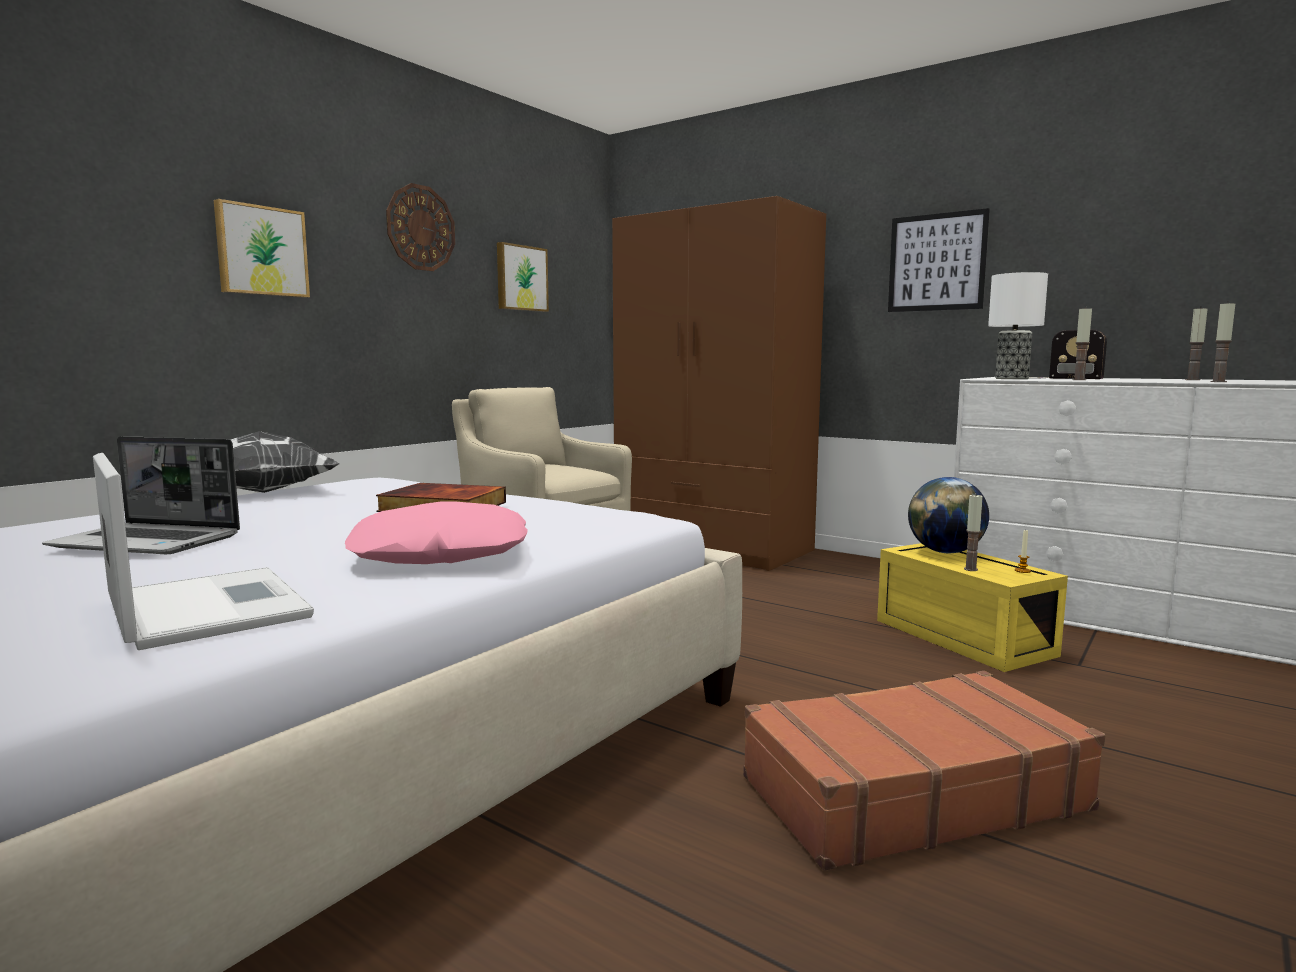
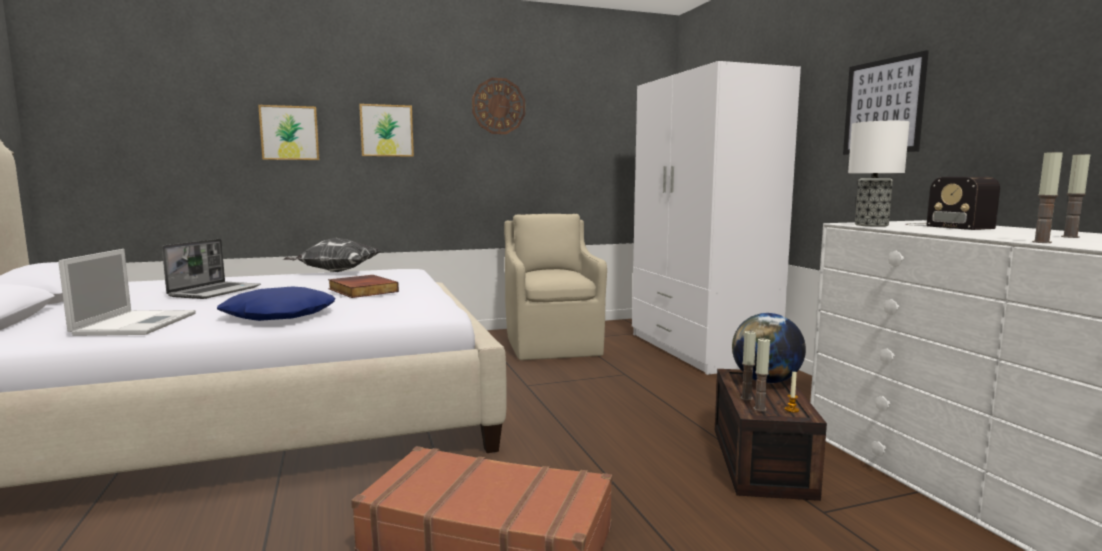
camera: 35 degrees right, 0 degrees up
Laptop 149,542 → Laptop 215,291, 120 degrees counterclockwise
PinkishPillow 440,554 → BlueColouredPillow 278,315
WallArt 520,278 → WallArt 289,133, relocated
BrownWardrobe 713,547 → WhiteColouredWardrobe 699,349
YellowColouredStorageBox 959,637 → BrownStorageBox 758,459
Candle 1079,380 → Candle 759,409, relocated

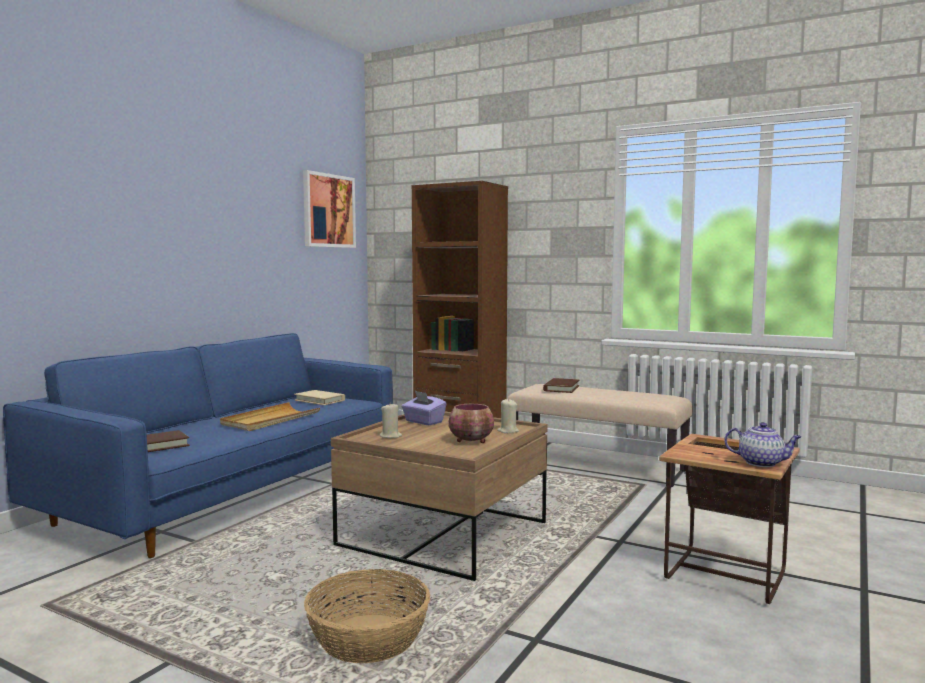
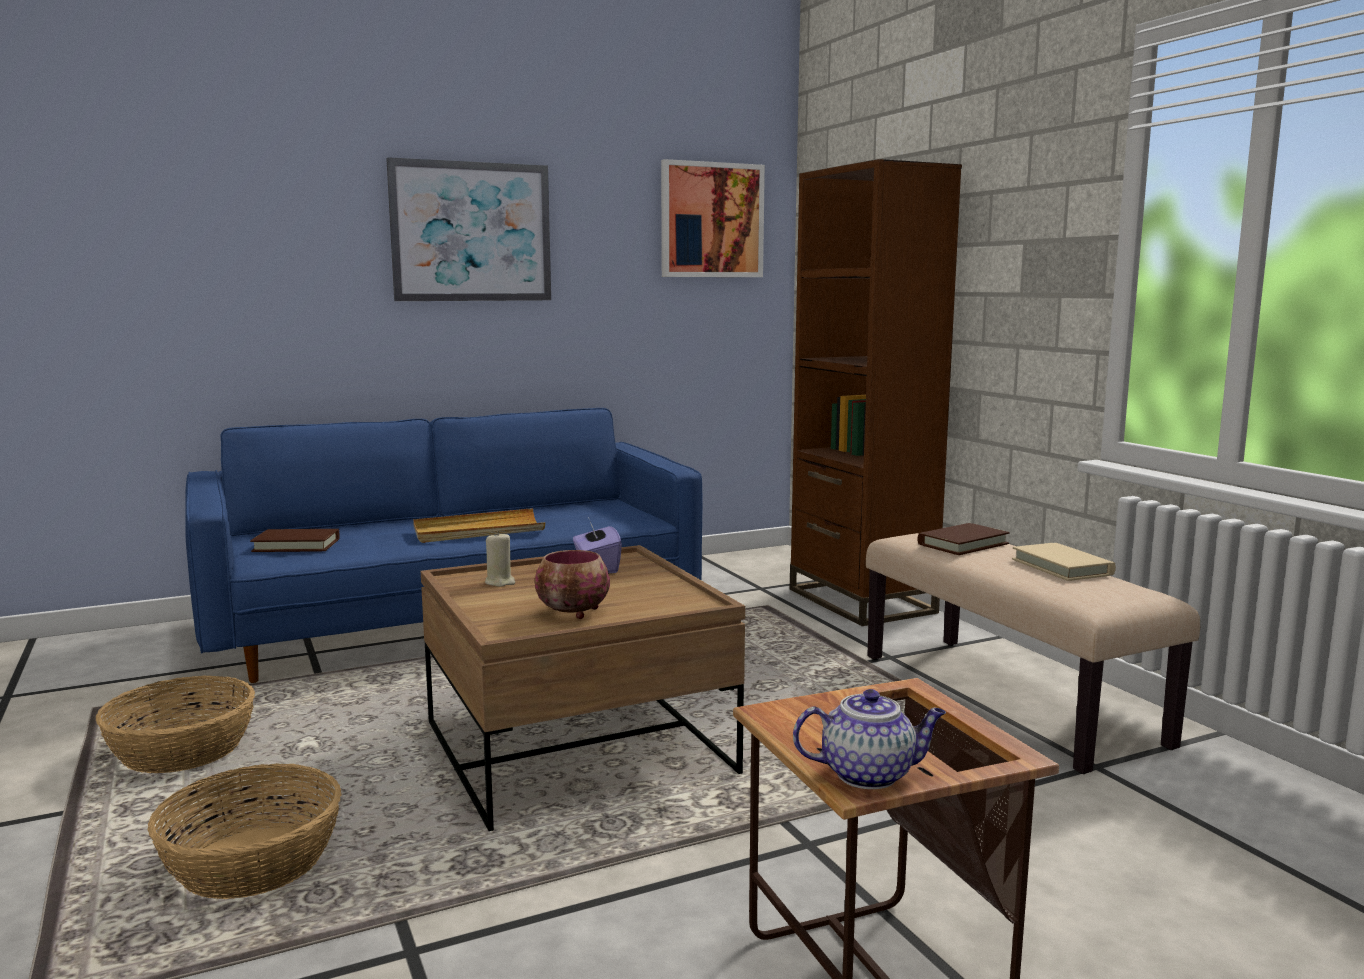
camera: 35 degrees right, 5 degrees up
BeigeColouredVolume 320,400 → BeigeColouredVolume 1062,567, relocated
BeigeColouredCandle 508,431 → -
PotForTea 762,463 → PotForTea 869,774, 60 degrees counterclockwise
- → HouseholdBasket 182,750
- → WallArt 471,232

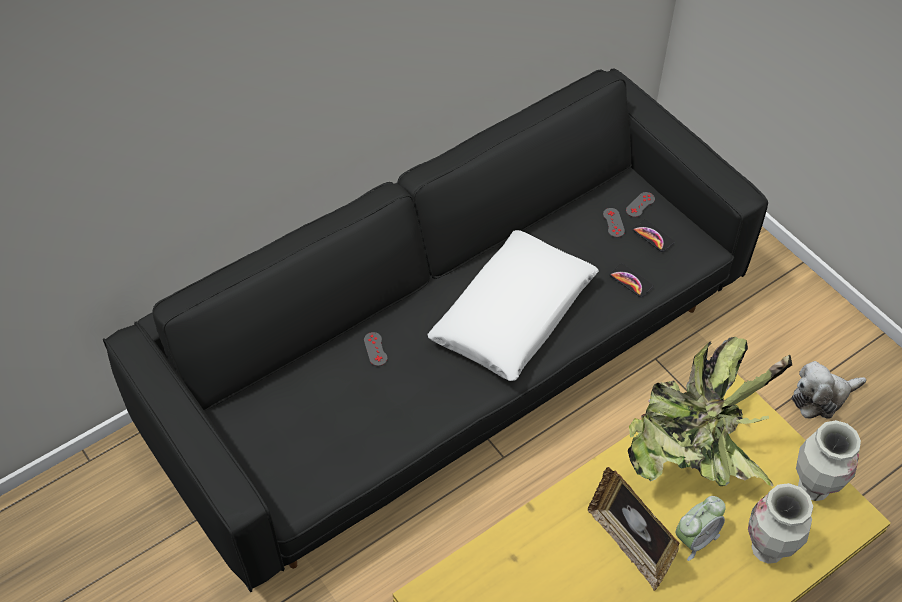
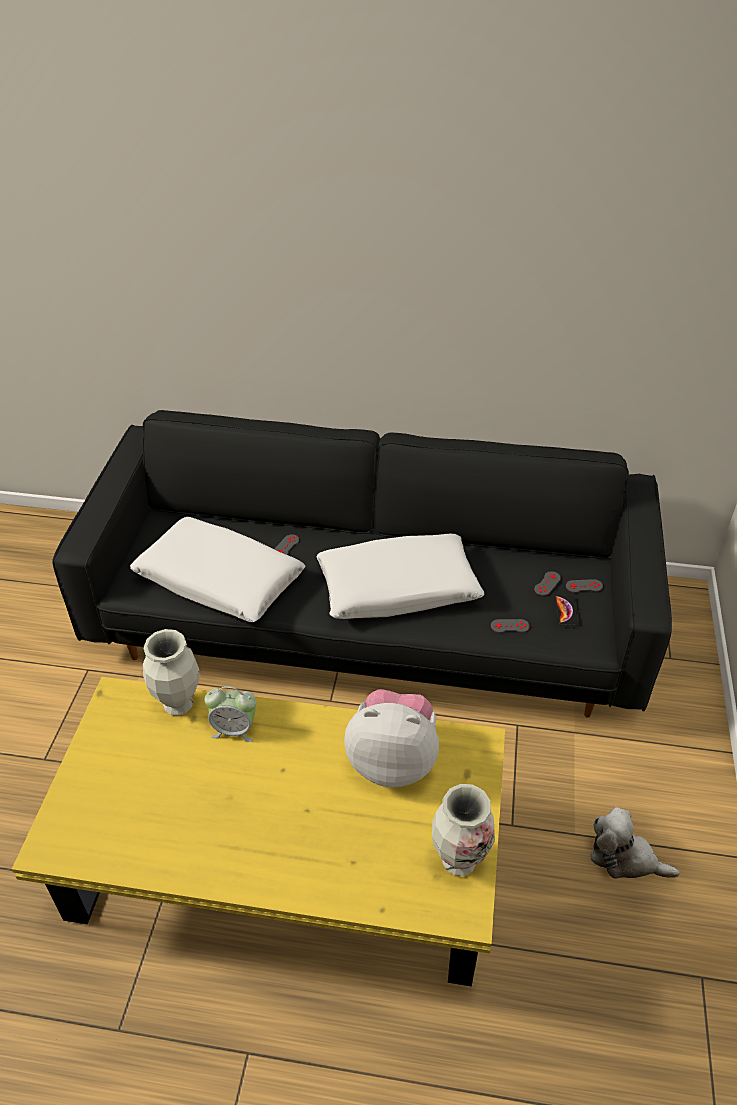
camera: 45 degrees right, 10 degrees down
PictureFrame 629,544 → -
Phone 630,281 → GreyishGameController 510,626
PlantInAPot 690,456 → CuddlyToy 392,760
AlarmClock 695,539 → AlarmClock 234,729, relocated
FlowerVase 767,550 → FlowerVase 178,705, relocated
- → WhiteColouredPillow 219,581

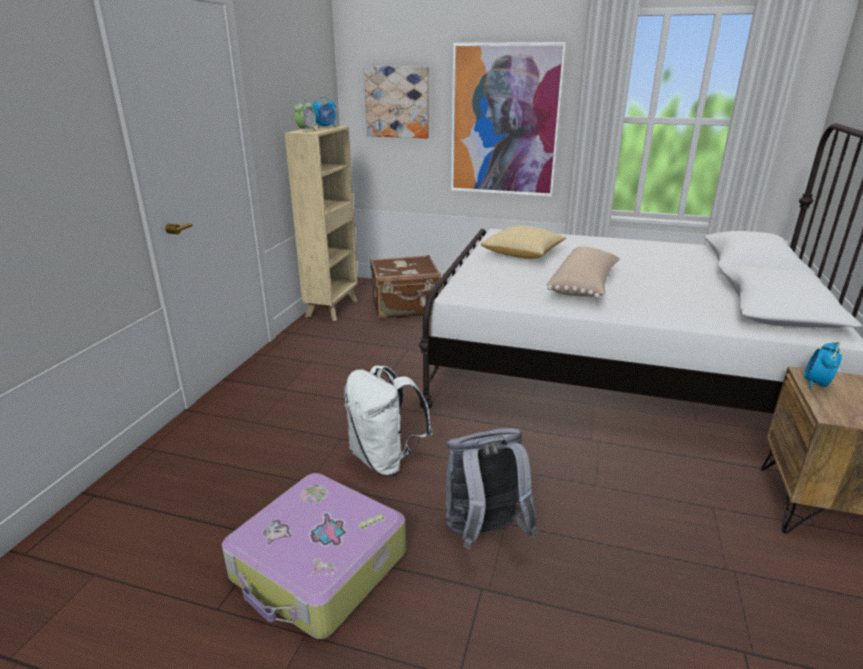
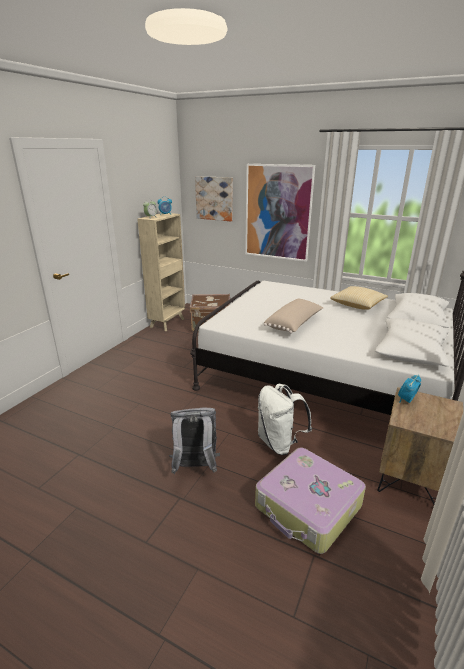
camera: 10 degrees right, 0 degrees up
Suitcase 319,567 → Suitcase 308,507, relocated
WhiteColouredKnapsack 385,459 → WhiteColouredKnapsack 279,443, relocated
Pillow 523,254 → Pillow 358,305, relocated

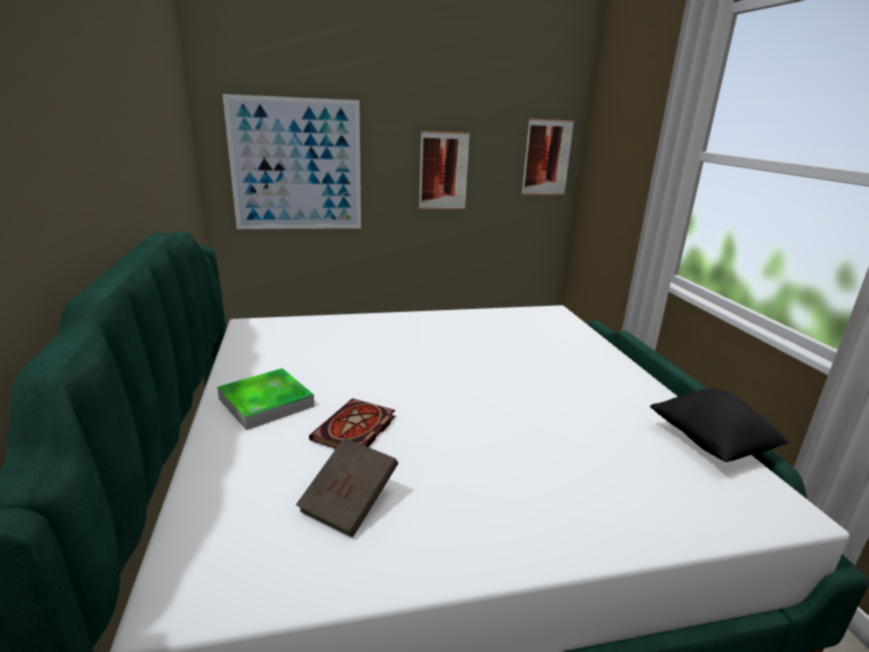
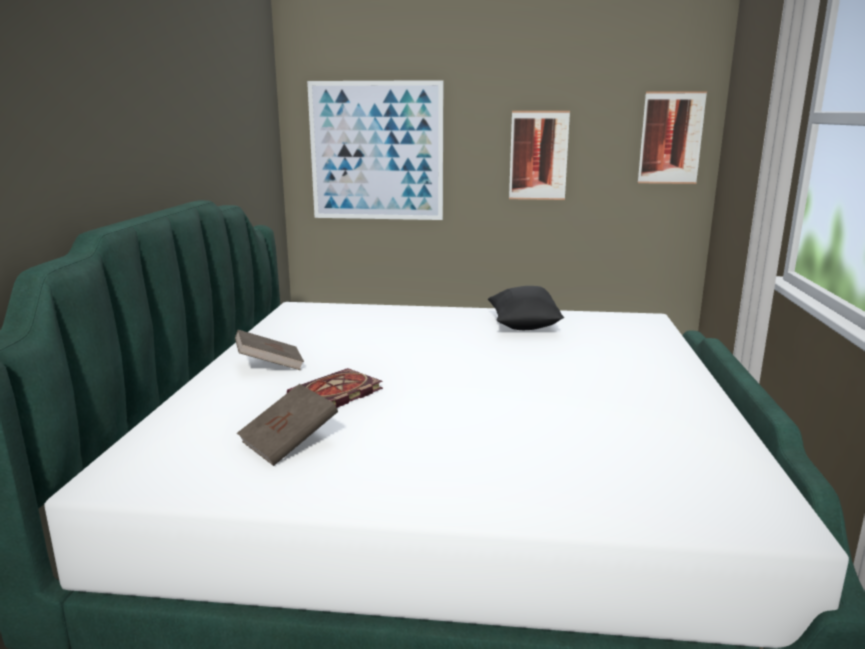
camera: 20 degrees right, 5 degrees down
ServingTray 266,402 → BrownVolume 270,365
BlackColouredPillow 710,443 → BlackColouredPillow 524,326, relocated

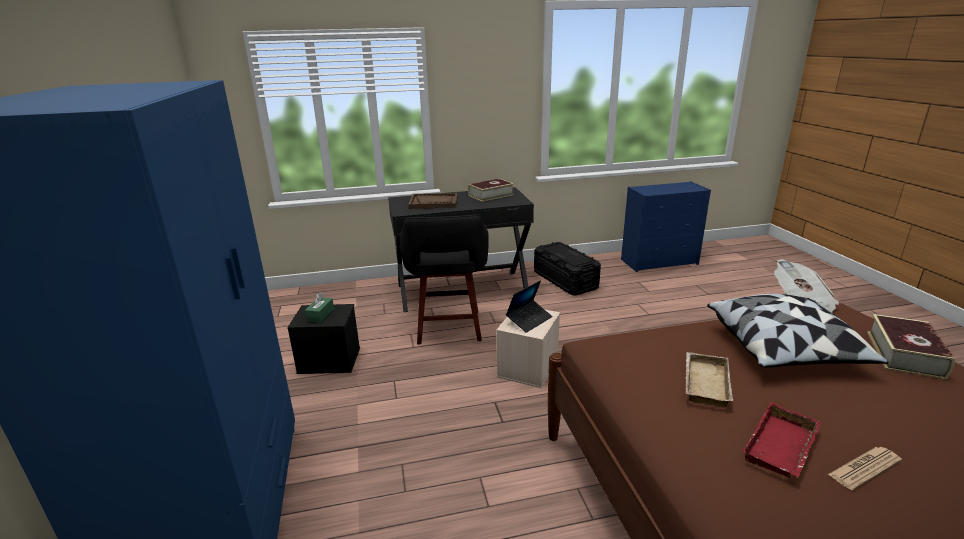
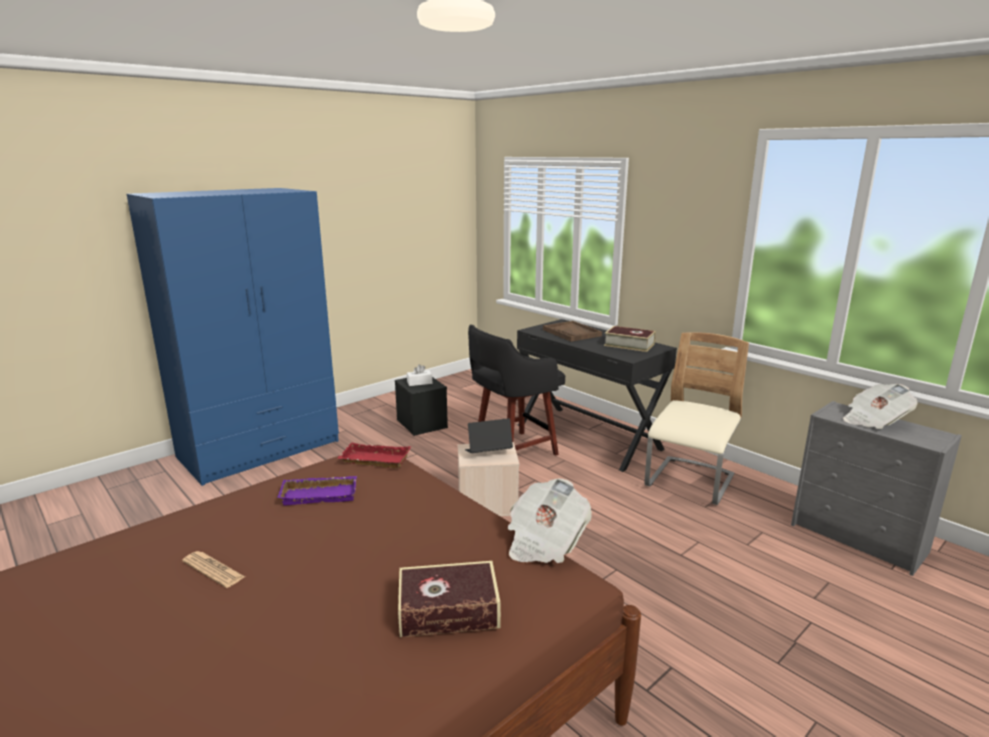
camera: 60 degrees right, 5 degrees down
GreenColouredBoxOfTissues 320,315 → WhiteColouredBoxOfTissues 419,382
Laptop 529,320 → Laptop 488,453, 150 degrees clockwise
BlackColouredStorageBox 565,280 → BeigeColouredPlainChair 690,482
BlueColouredDrawerChest 660,261 → GreyishDrawerChest 859,539
BeigeColouredServingTray 703,382 → PurpleColouredServingTray 320,494
Pillow 785,350 → -
RedColouredServingTray 783,448 → RedColouredServingTray 373,461, relocated
- → Newspaper 874,421

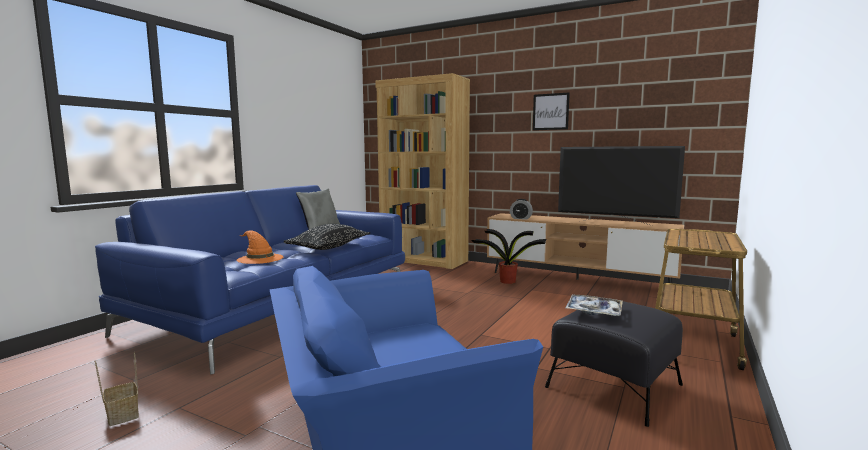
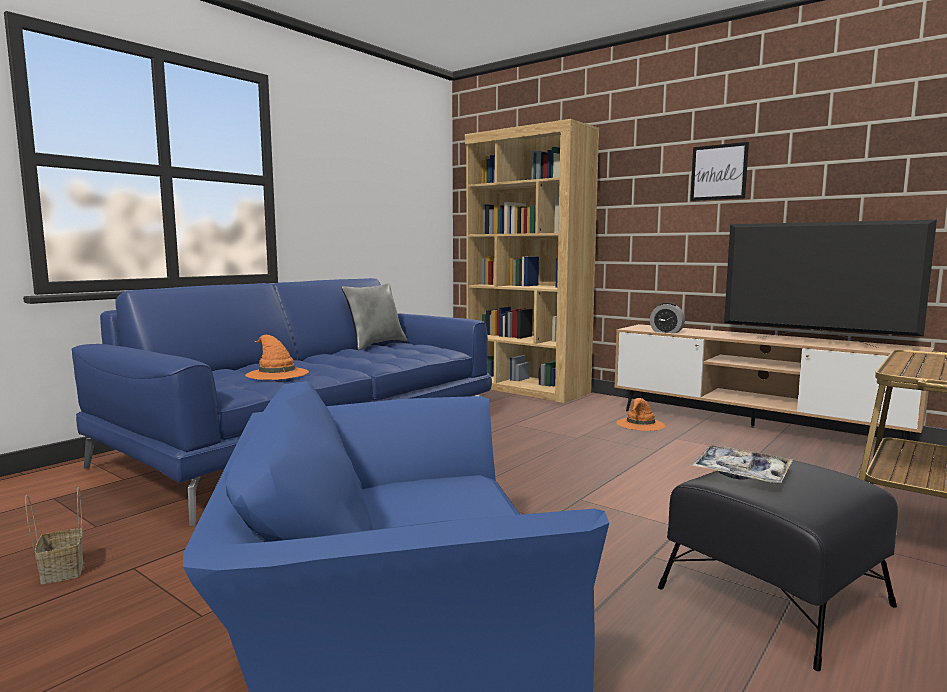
camera: 10 degrees right, 0 degrees up
BlackColouredPillow 329,247 → -
PlantInAPot 506,281 → OrangeColouredHat 640,424

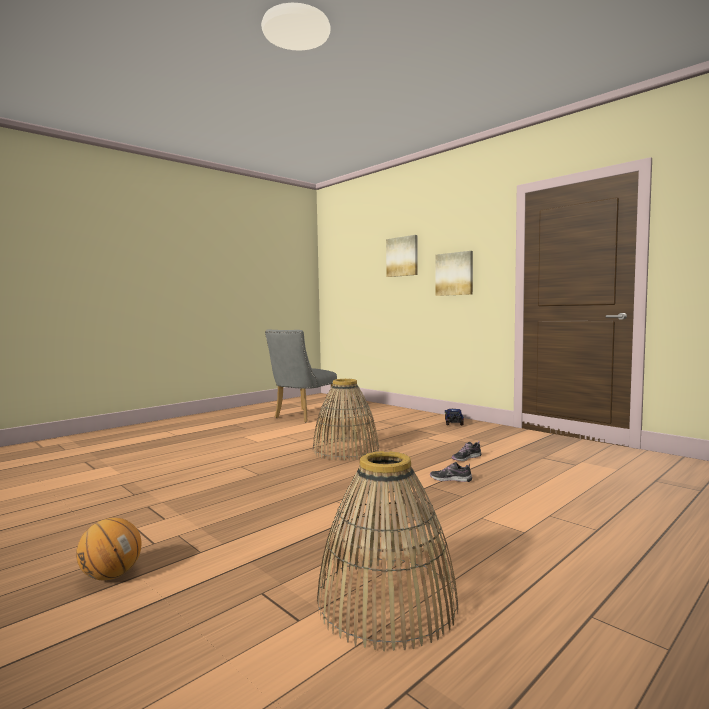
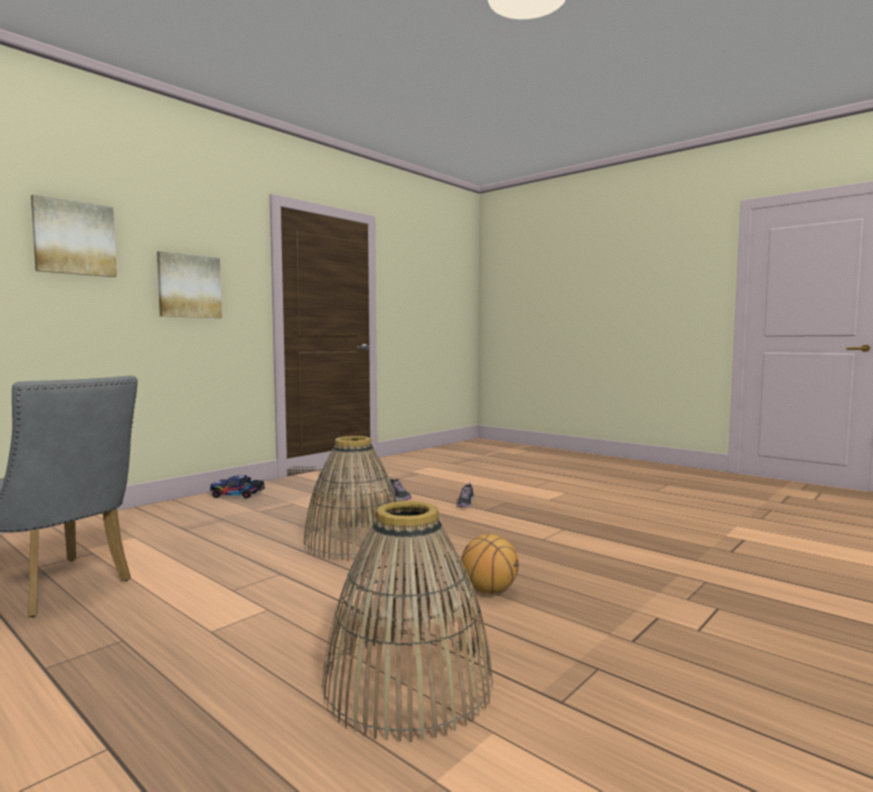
camera: 95 degrees left, 0 degrees up
BallForBasketball 111,576 → BallForBasketball 489,591, relocated
HouseholdBasket 386,602 → HouseholdBasket 407,684, relocated

